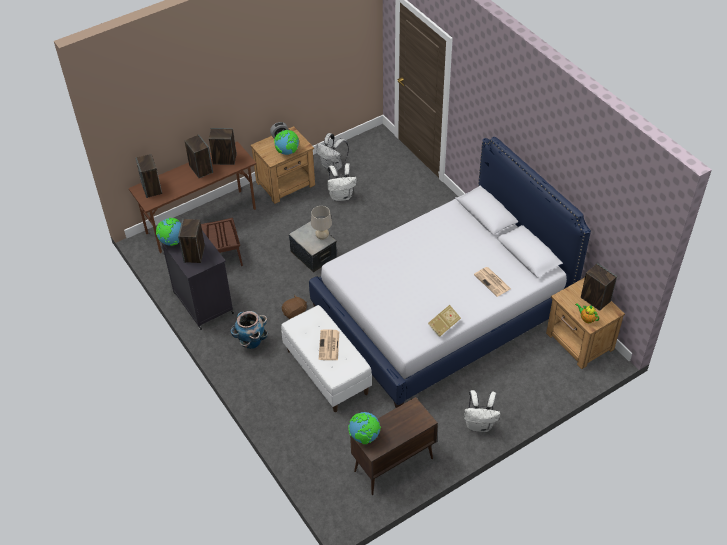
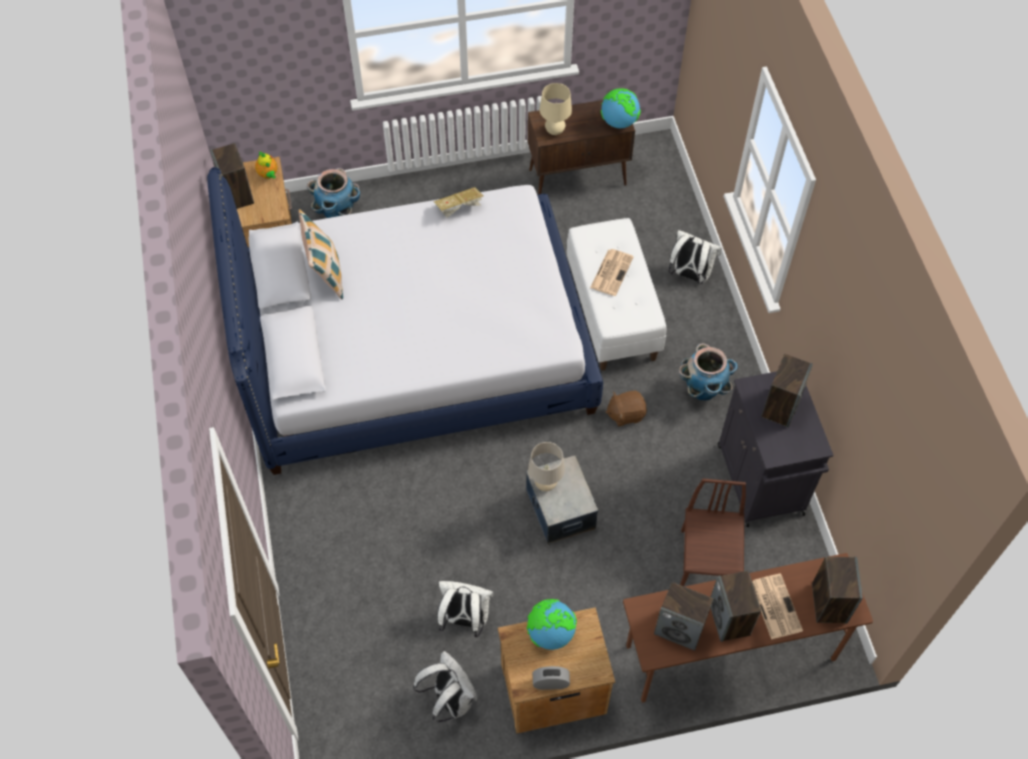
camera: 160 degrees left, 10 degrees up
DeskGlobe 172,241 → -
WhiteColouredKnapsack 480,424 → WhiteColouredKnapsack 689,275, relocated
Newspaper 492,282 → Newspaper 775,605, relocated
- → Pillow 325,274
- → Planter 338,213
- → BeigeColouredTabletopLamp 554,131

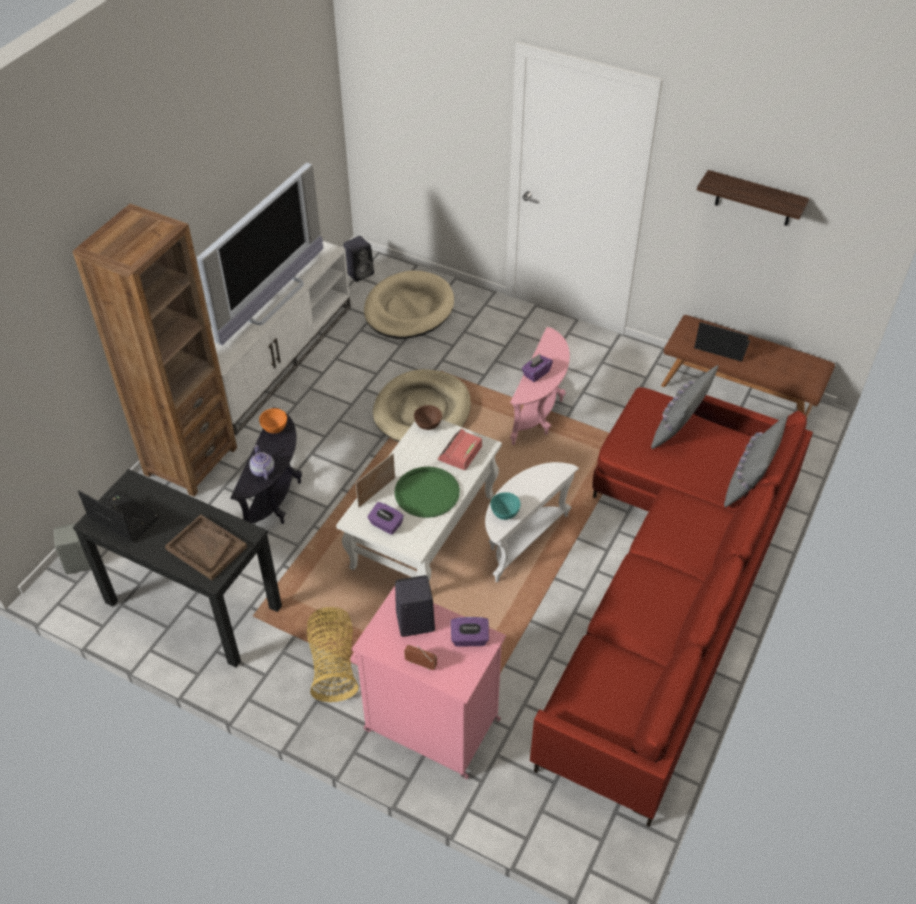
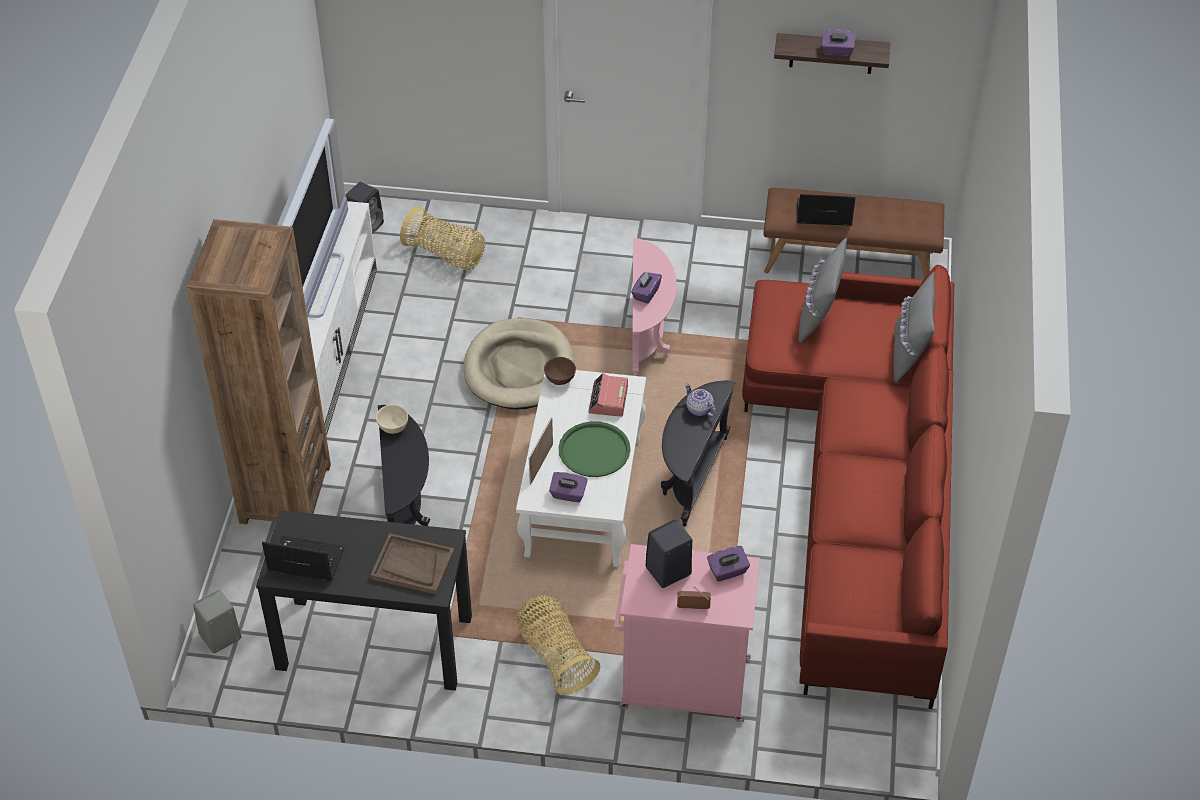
camera: 20 degrees left, 0 degrees up
PotForTea 262,471 → PotForTea 699,409, relocated
OrangeColouredServingBowl 274,428 → BeigeColouredServingBowl 393,427
BeigeColouredDogCushion 408,309 → HouseholdBasket 445,255
WhiteColouredAccentTable 522,541 → BlackColouredAccentTable 691,477
TurquoiseColouredServingBowl 505,513 → -
- → PurpleColouredBoxOfTissues 837,51

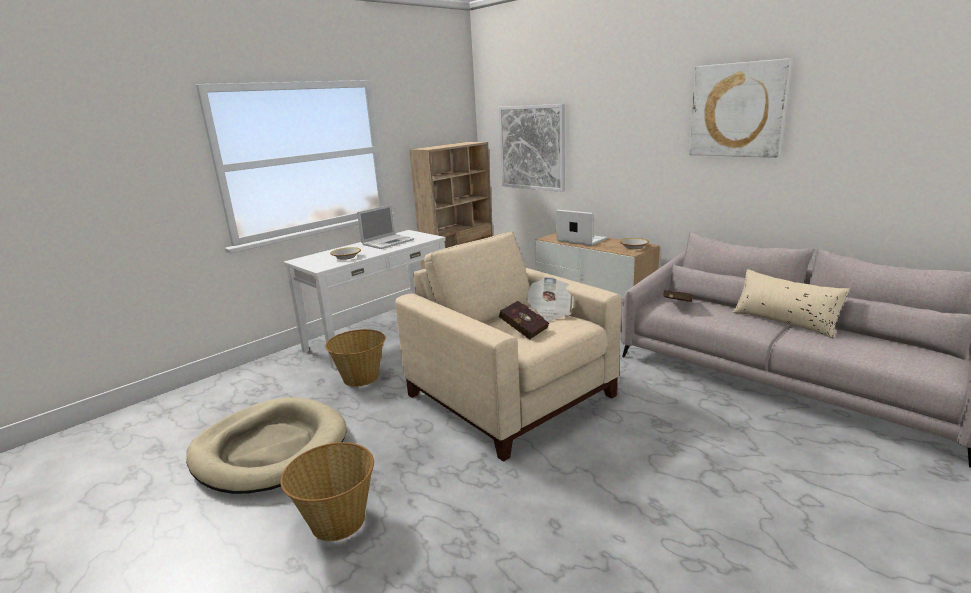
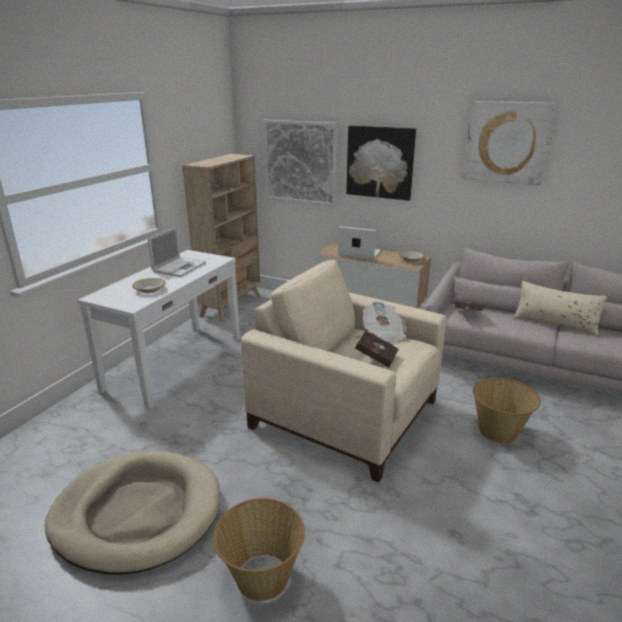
camera: 20 degrees left, 5 degrees up
HouseholdBasket 361,378 → HouseholdBasket 499,431, relocated
- → WallArt 380,162

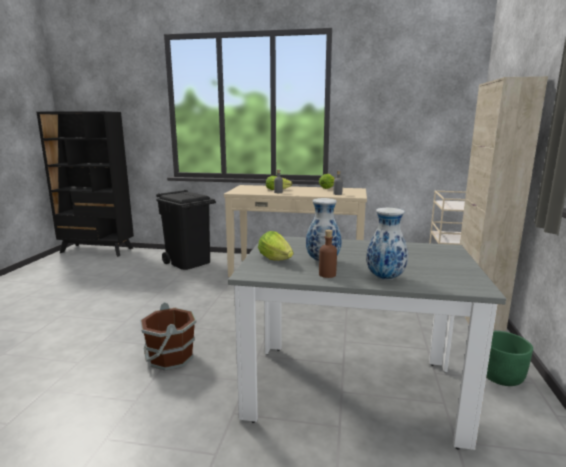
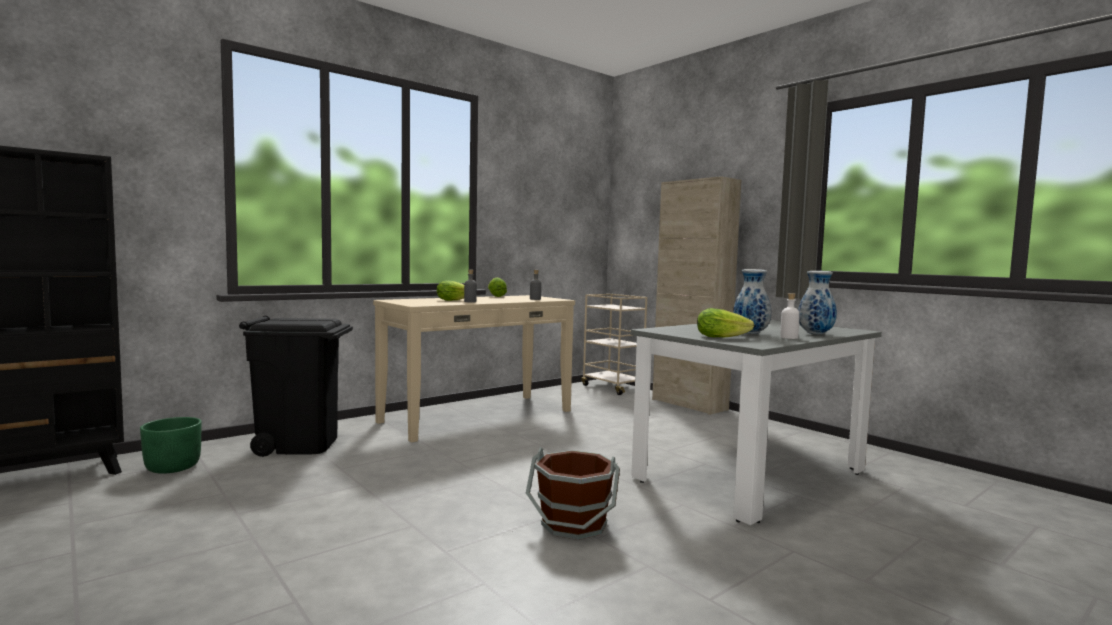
camera: 50 degrees left, 10 degrees down
BrownBottle 327,274 → WhiteColouredBottle 789,337
GreenColouredPlanter 500,376 → GreenColouredPlanter 172,467, relocated

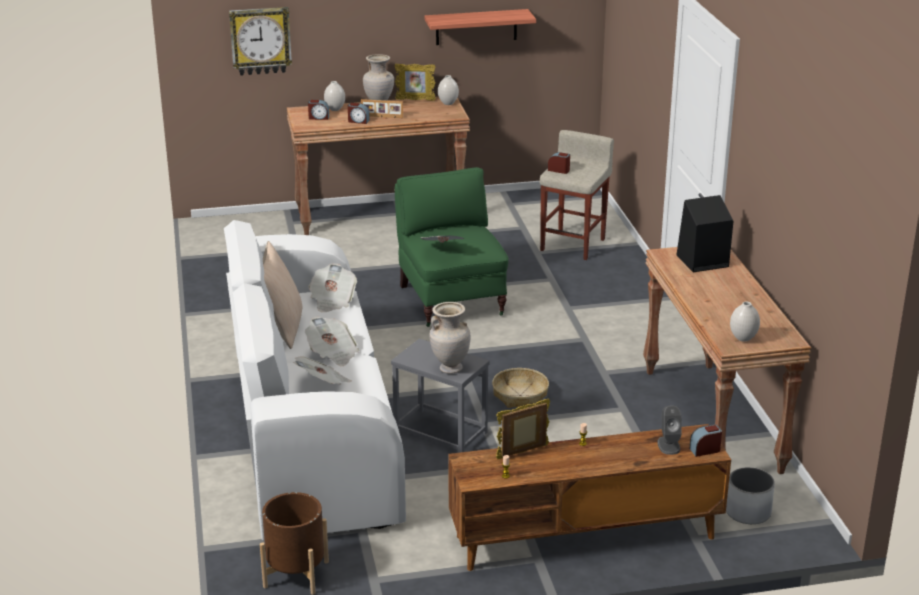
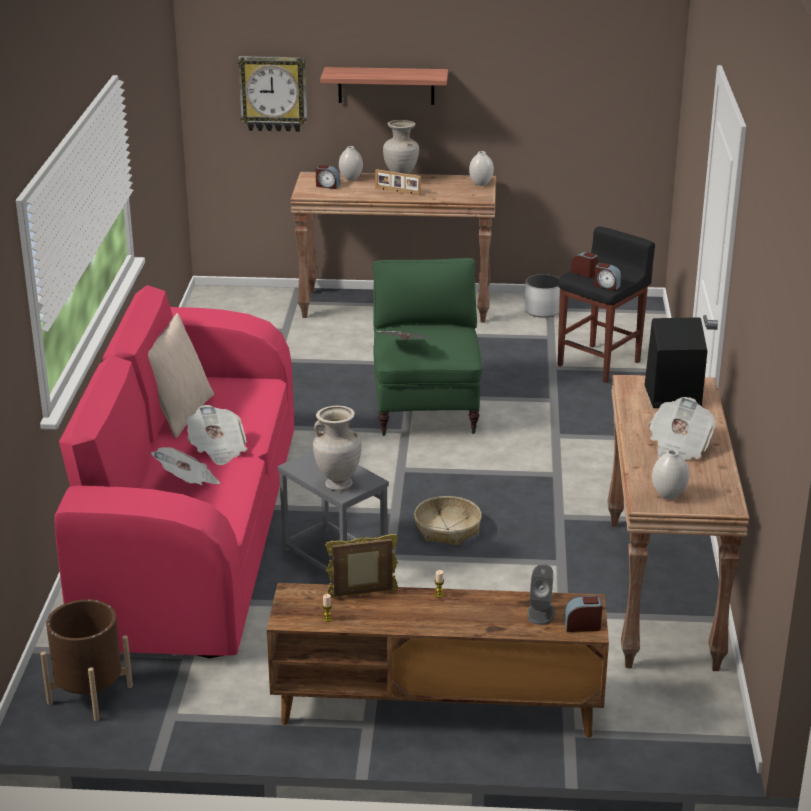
camera: 15 degrees right, 0 degrees up
WhiteColouredCouch 310,429 → PinkishCouch 193,533
Newspaper 332,300 → Newspaper 678,447, relocated
AlarmClock 358,121 → AlarmClock 606,286, relocated
PictureFrame 415,100 → -
Shelf 476,27 → Shelf 386,85, relocated
BeigeColouredStool 573,244 → BlackColouredStool 600,363
WhiteColouredPlanter 747,512 → WhiteColouredPlanter 542,310, relocated

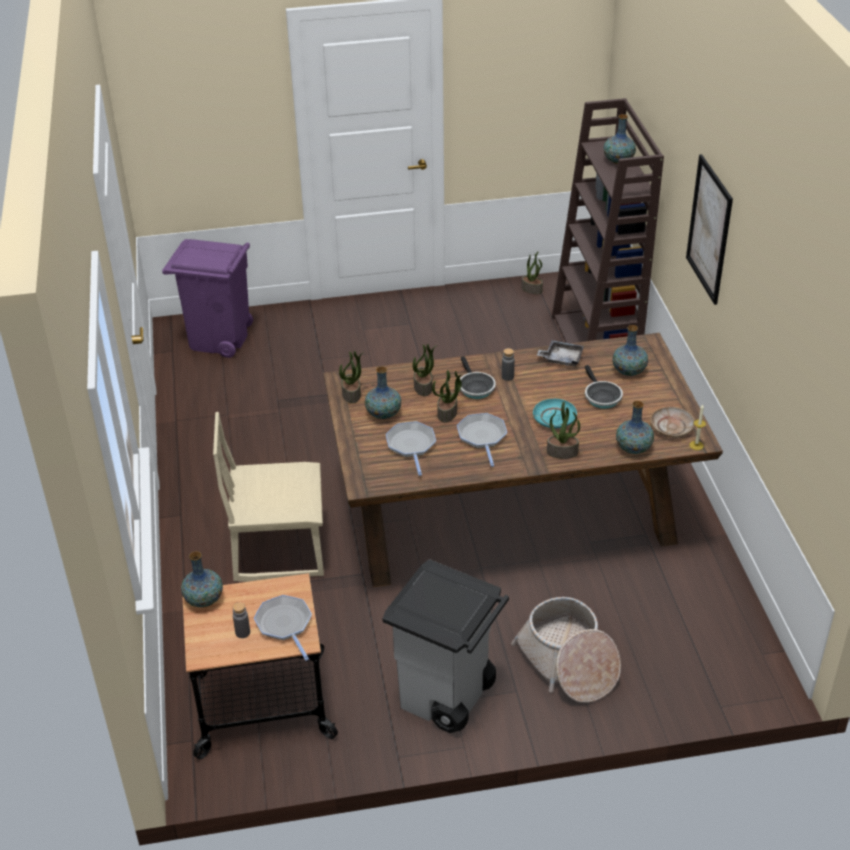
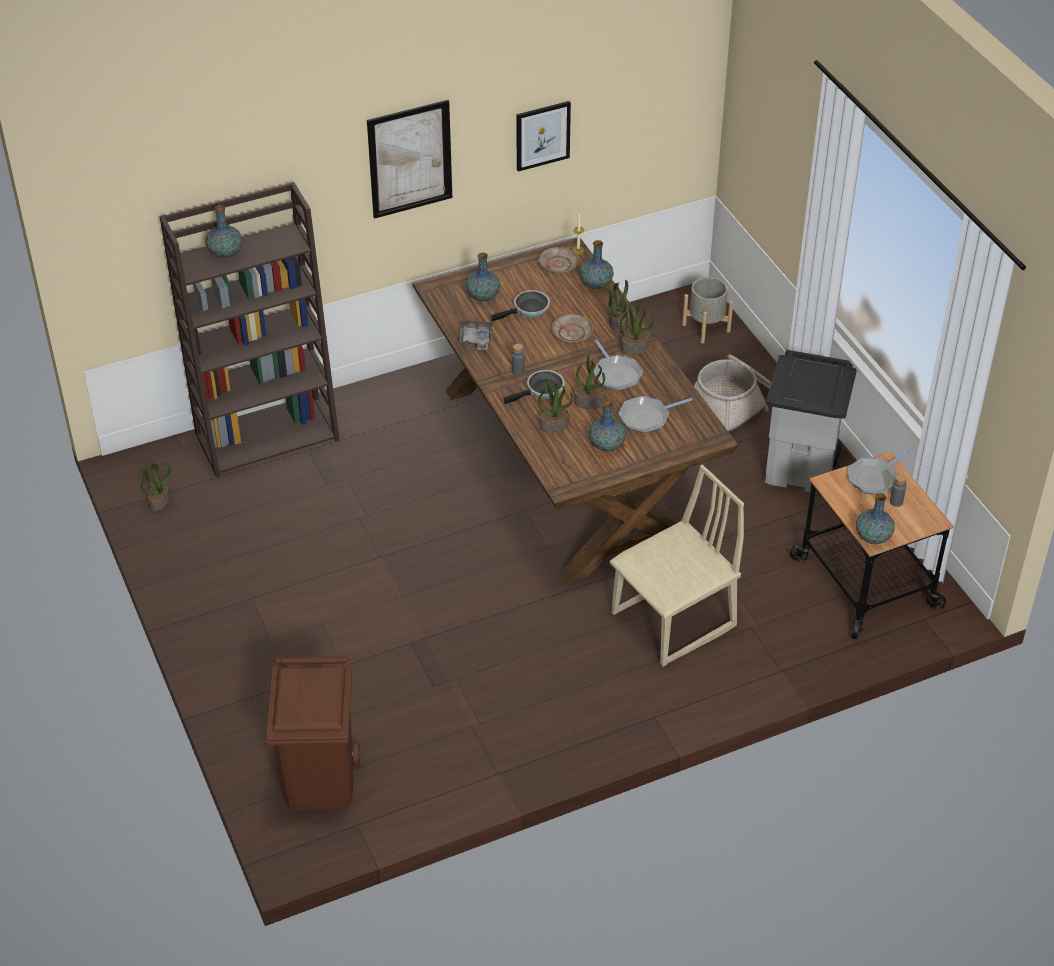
camera: 105 degrees left, 5 degrees up
PurpleColouredRubbishBin 219,339 → BrownRubbishBin 320,781
BeigeColouredPlainChair 279,549 → BeigeColouredPlainChair 674,621, 105 degrees counterclockwise
PlantInAPot 352,394 → PlantInAPot 635,347, relocated
FryingPan 482,437 → FryingPan 616,374, 90 degrees counterclockwise
TurquoiseColouredDinnerPlate 554,419 → BeigeColouredDinnerPlate 572,333
- → WallArt 542,135
- → GreyishPlanter 706,328

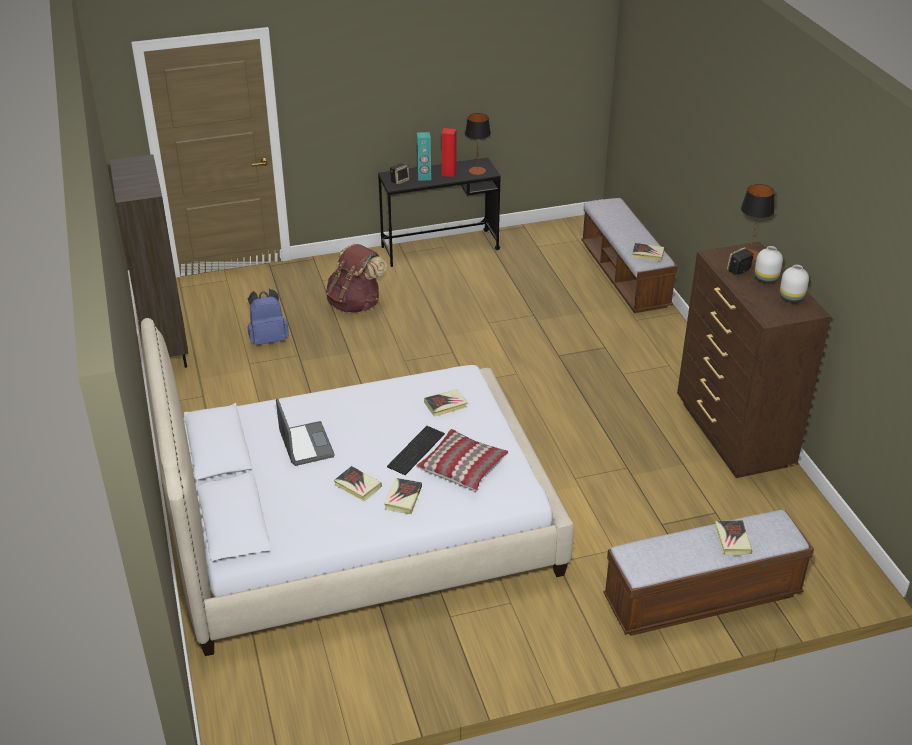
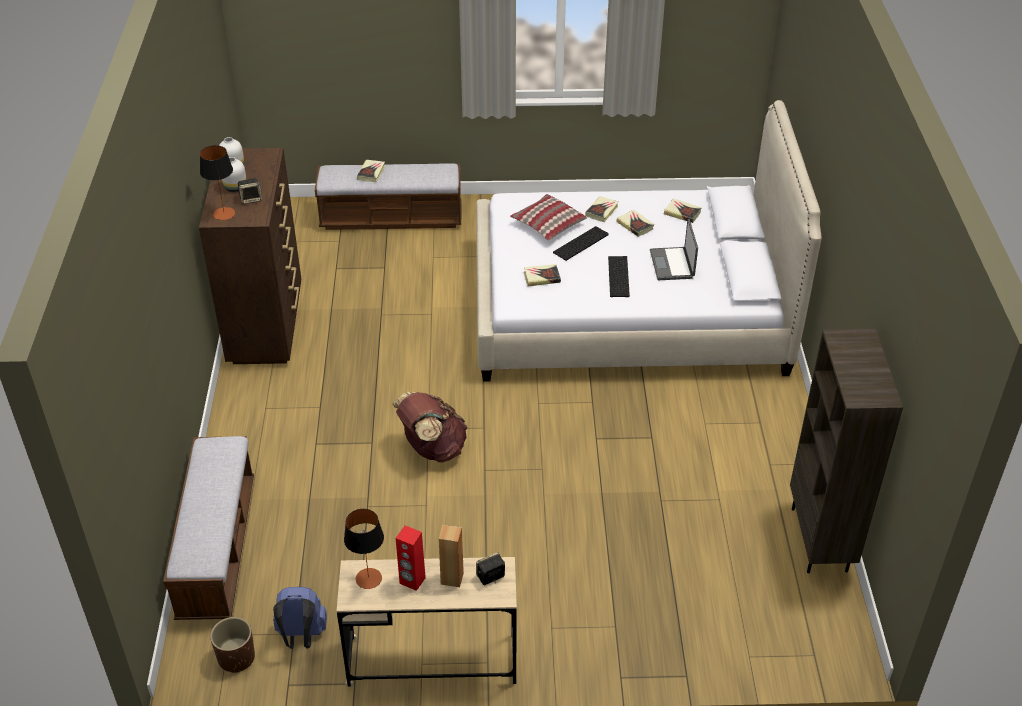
camera: 165 degrees left, 5 degrees up
BlueColouredKnapsack 268,339 → BlueColouredKnapsack 301,636, relocated
BrownKnapsack 355,304 → BrownKnapsack 432,448, relocated
BlackColouredDeskTable 440,248 → BeigeColouredDeskTable 432,660
TurquoiseColouredLoudspeaker 424,177 → BrownLoudspeaker 452,578
Volume 648,254 → Volume 682,213, relocated
- → BrownPlanter 236,658
- → ComputerKeyboard 620,277

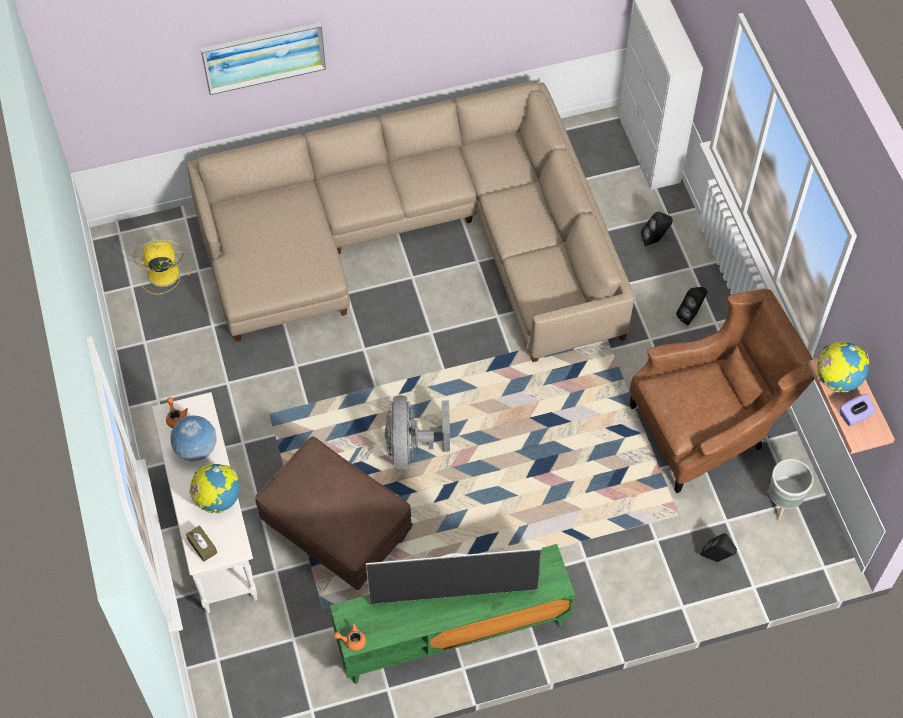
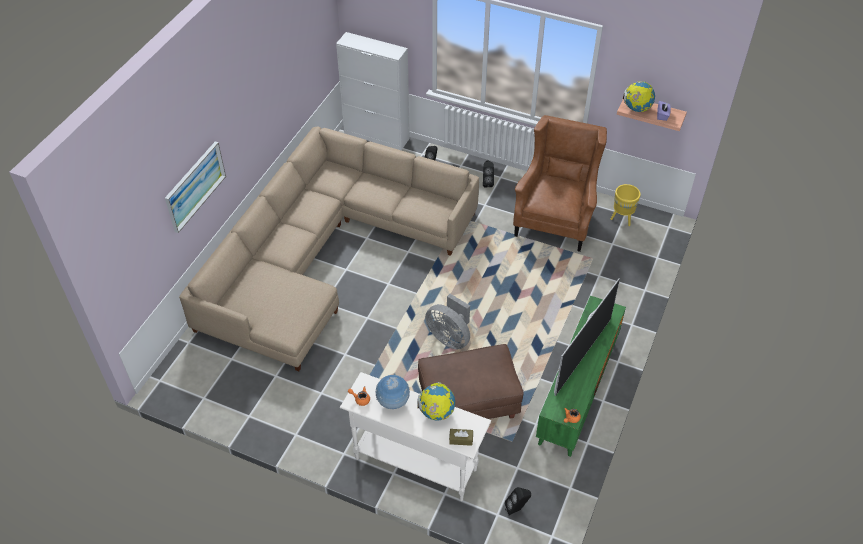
camera: 50 degrees left, 10 degrees down
YellowColouredCoolingFan 162,273 → -
BlackColouredLoudspeaker 716,558 → BlackColouredLoudspeaker 517,509, relocated
GreyishPlanter 782,504 → YellowColouredPlanter 622,219

